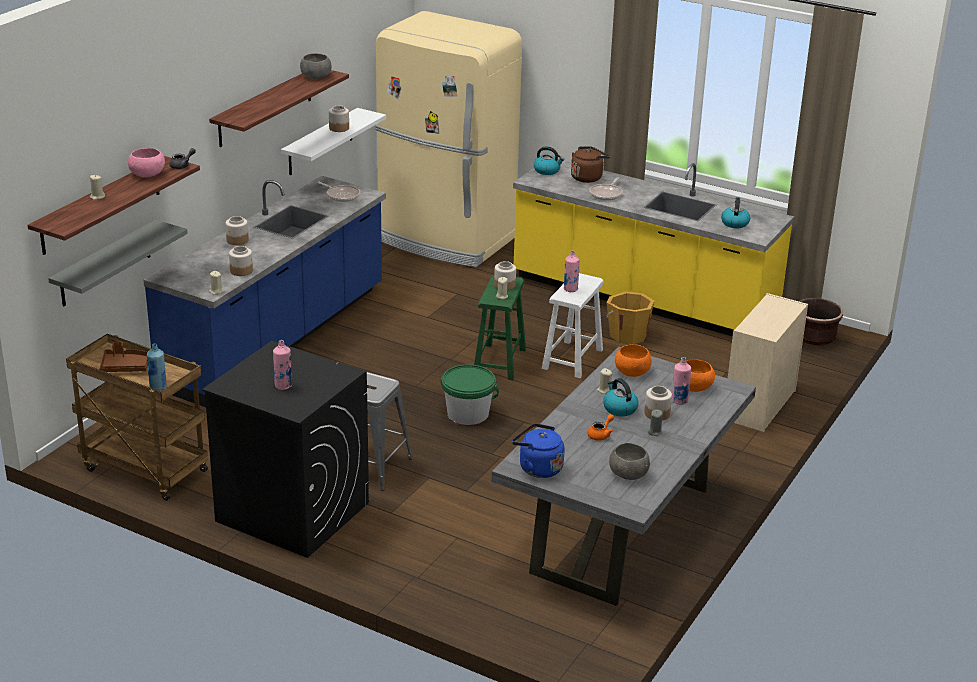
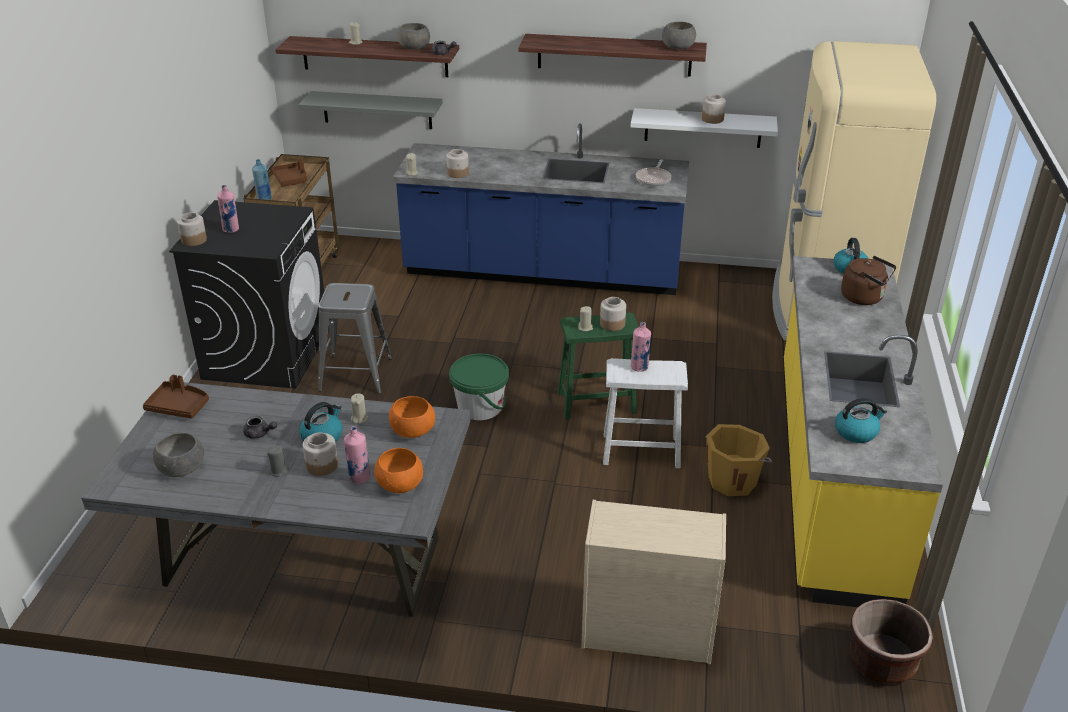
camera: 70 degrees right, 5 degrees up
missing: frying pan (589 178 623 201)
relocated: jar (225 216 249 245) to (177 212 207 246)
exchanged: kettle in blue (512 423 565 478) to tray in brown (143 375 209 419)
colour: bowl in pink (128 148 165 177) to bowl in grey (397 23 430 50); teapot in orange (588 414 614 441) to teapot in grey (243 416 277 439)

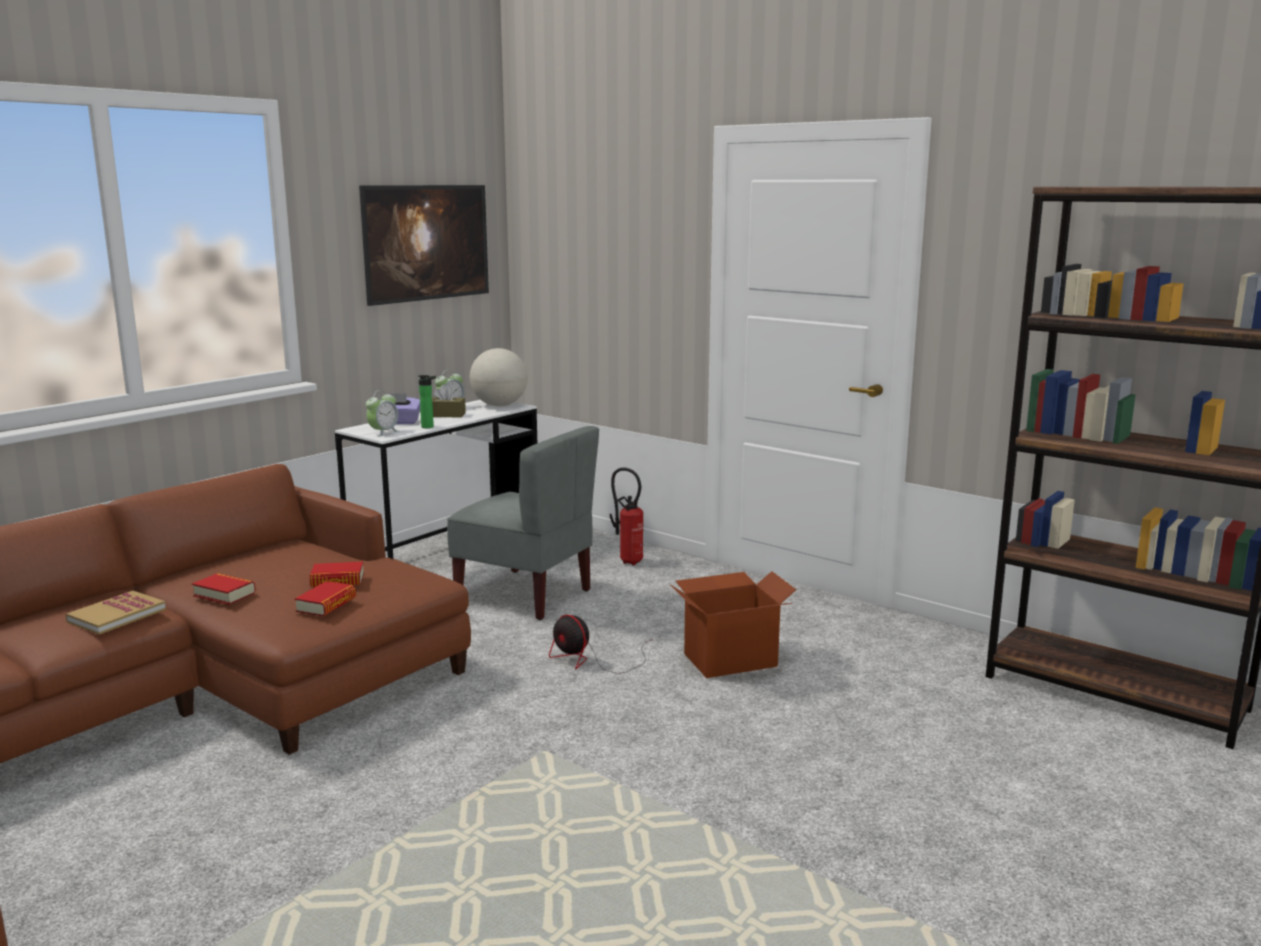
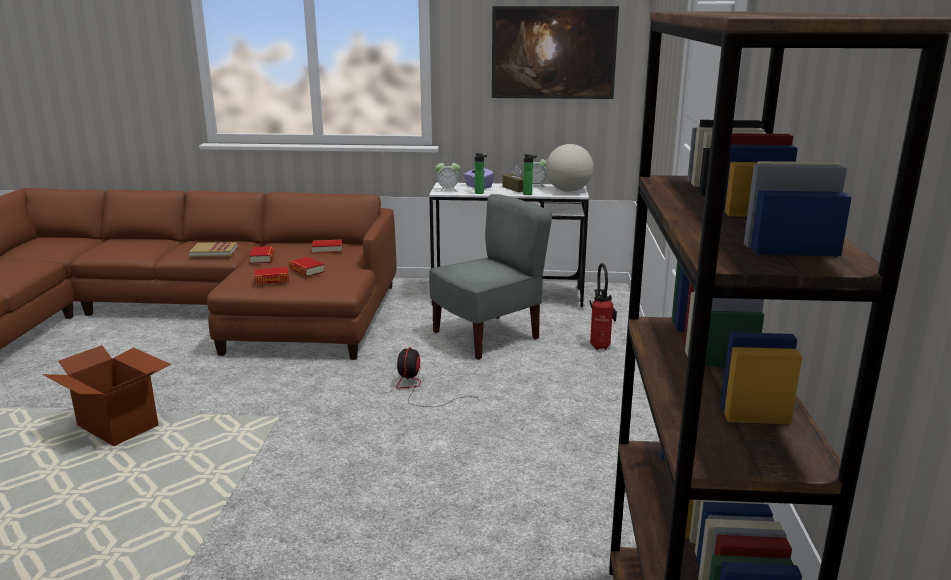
camera: 55 degrees right, 5 degrees up
appeared: bottle (523 154 537 195); book (312 240 342 254)
relocated: cardboard box (670 571 796 678) to (43 345 171 446)
spun: chair in grey (447 426 599 620) = (429 194 553 360) 120 degrees counterclockwise

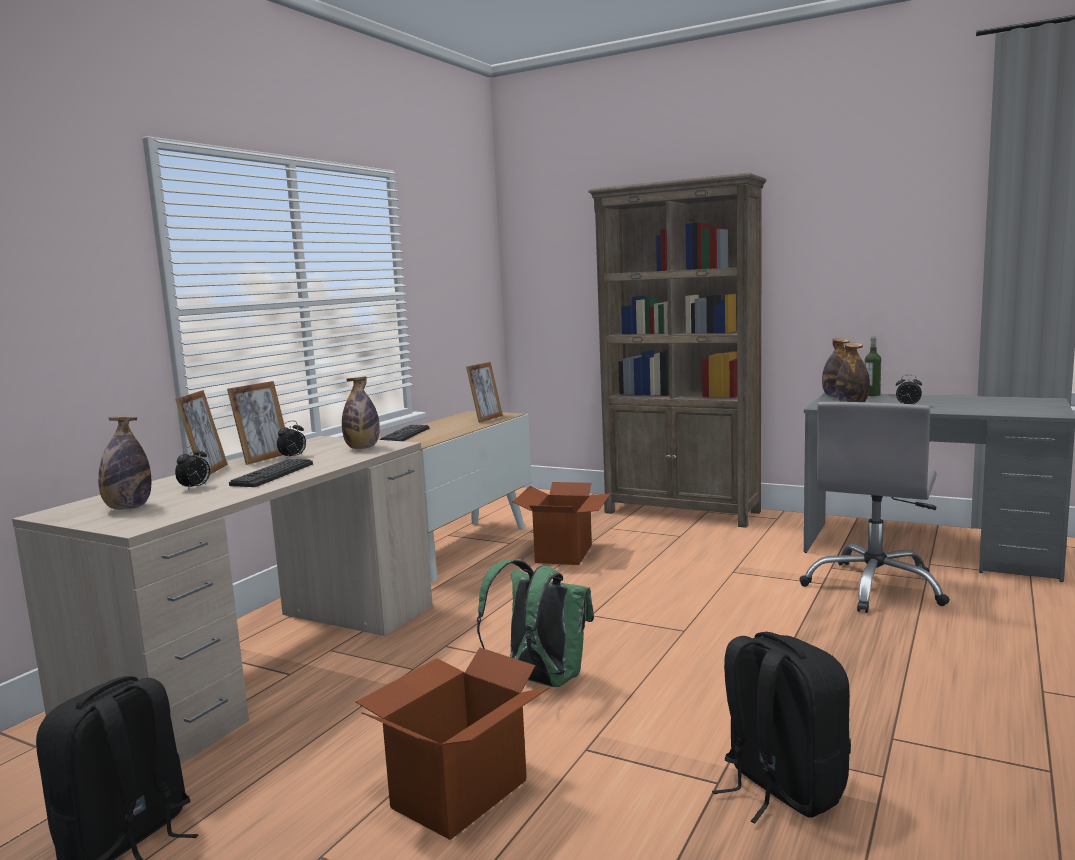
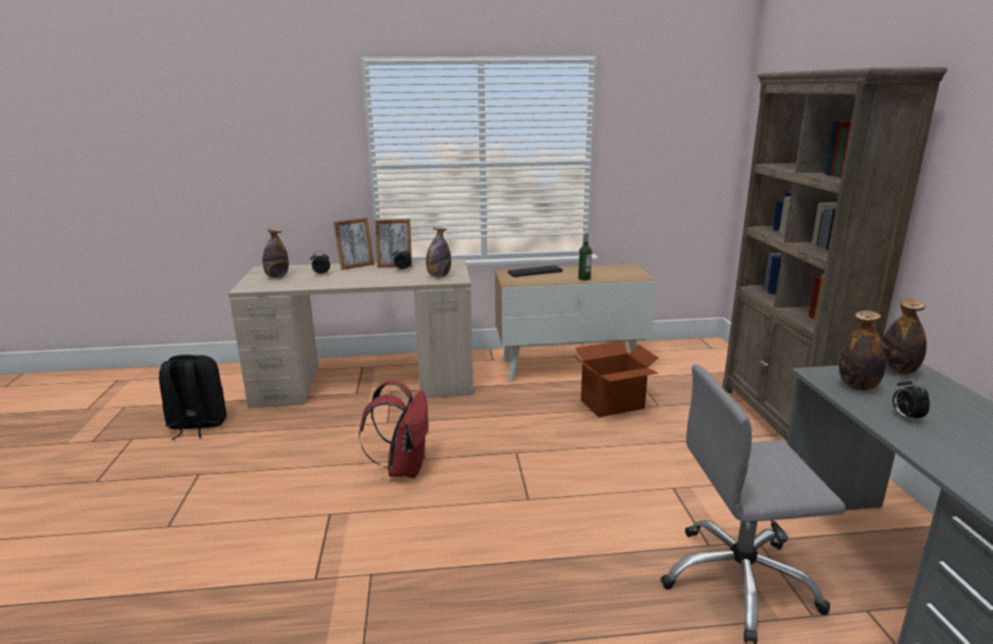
camera: 55 degrees right, 10 degrees up
missing: picture frame (466 362 503 423); keyboard (229 459 313 487); backpack in black (712 632 851 823); cardboard box (356 648 550 840)
relocated: bottle (865 336 881 396) to (578 233 592 281)
colour: backpack in green (477 559 594 687) to backpack in red (359 381 430 478)

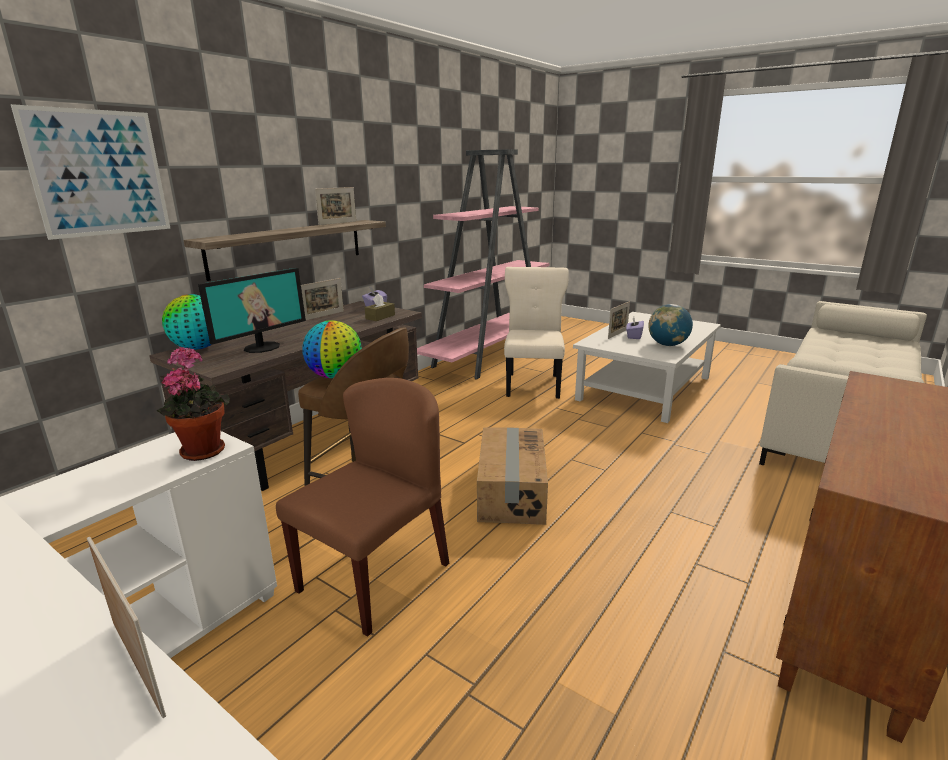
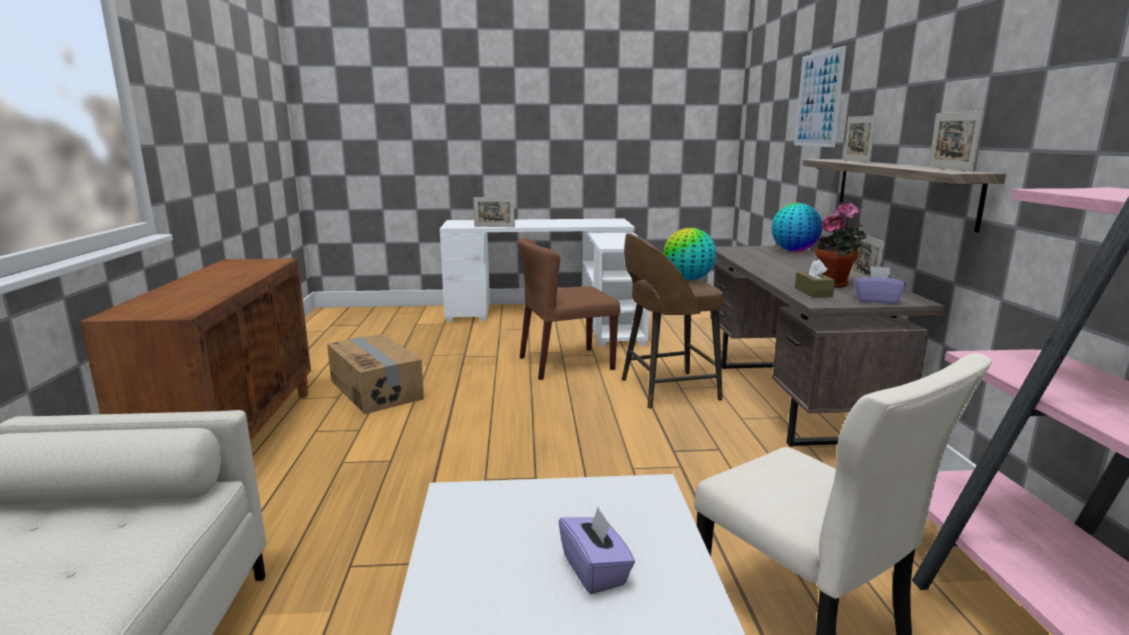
camera: 140 degrees right, 5 degrees down
missing: monitor (198 268 306 353); globe (648 304 693 346)
relocated: picture frame (608 301 630 339) to (843 115 876 163); potted plant (156 347 230 461) to (815 202 868 288); cardboard box (477 427 548 525) to (327 334 424 414)
spun: chair in brown (276 378 449 637) = (517 238 620 380) 75 degrees clockwise

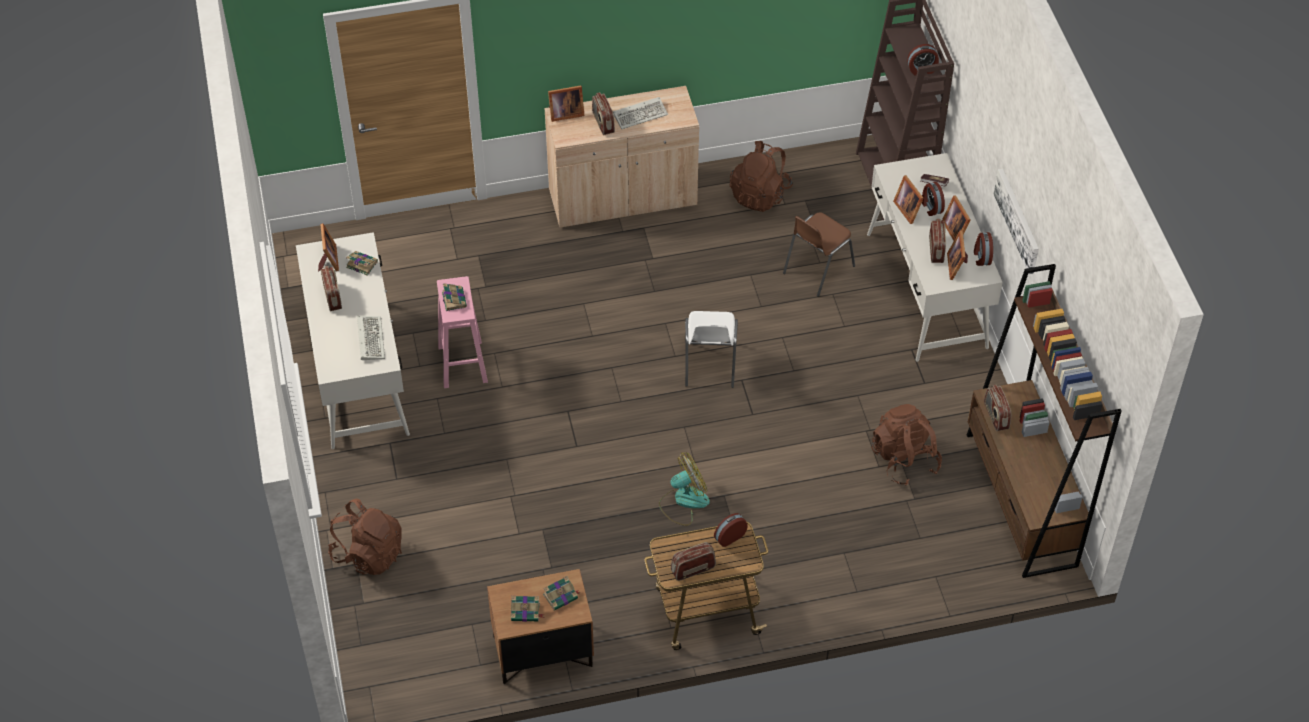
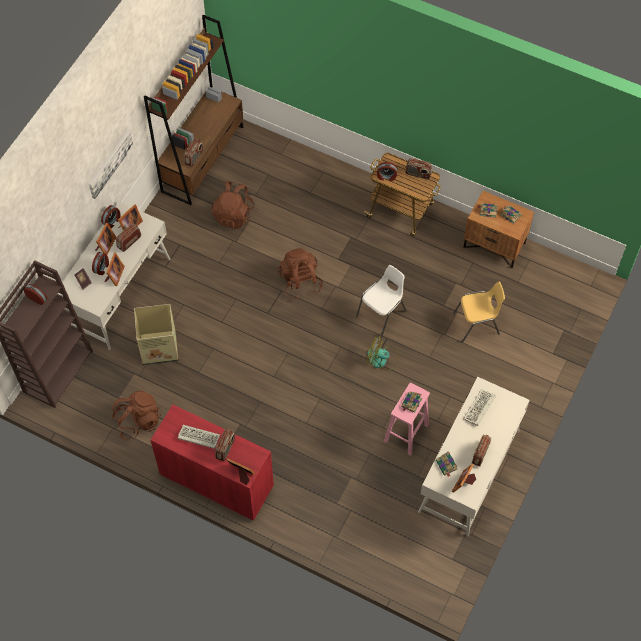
camera: 140 degrees left, 10 degrees up
appeared: chair in yellow (453 281 505 343)
relocated: chair in white (685 311 738 388) to (356 265 406 337); fan (659 452 710 526) to (366 337 398 370); backpack in brown (328 499 402 575) to (278 248 323 300)
exchanged: chair in brown (783 212 855 297) to cardboard box (134 304 178 365)
colour: cabinet in beige (544 86 699 228) to cabinet in red (150 405 274 521)

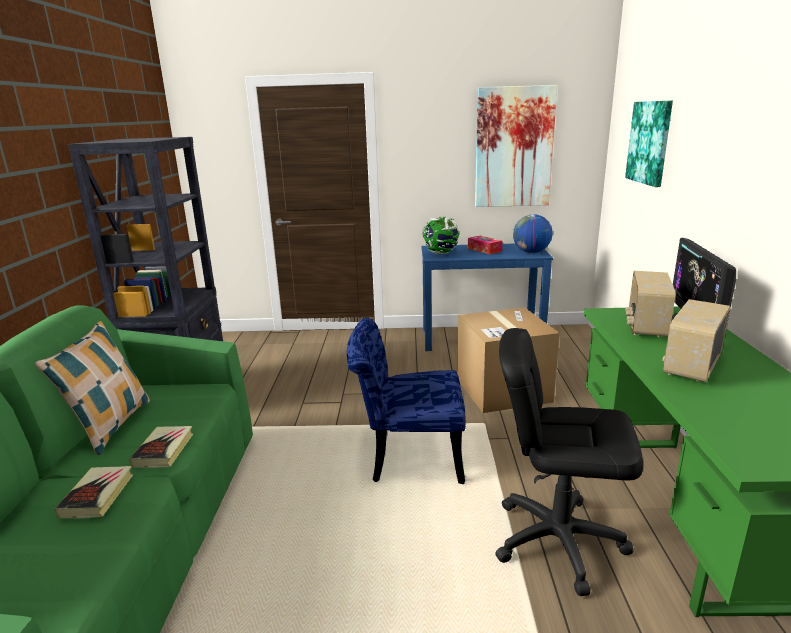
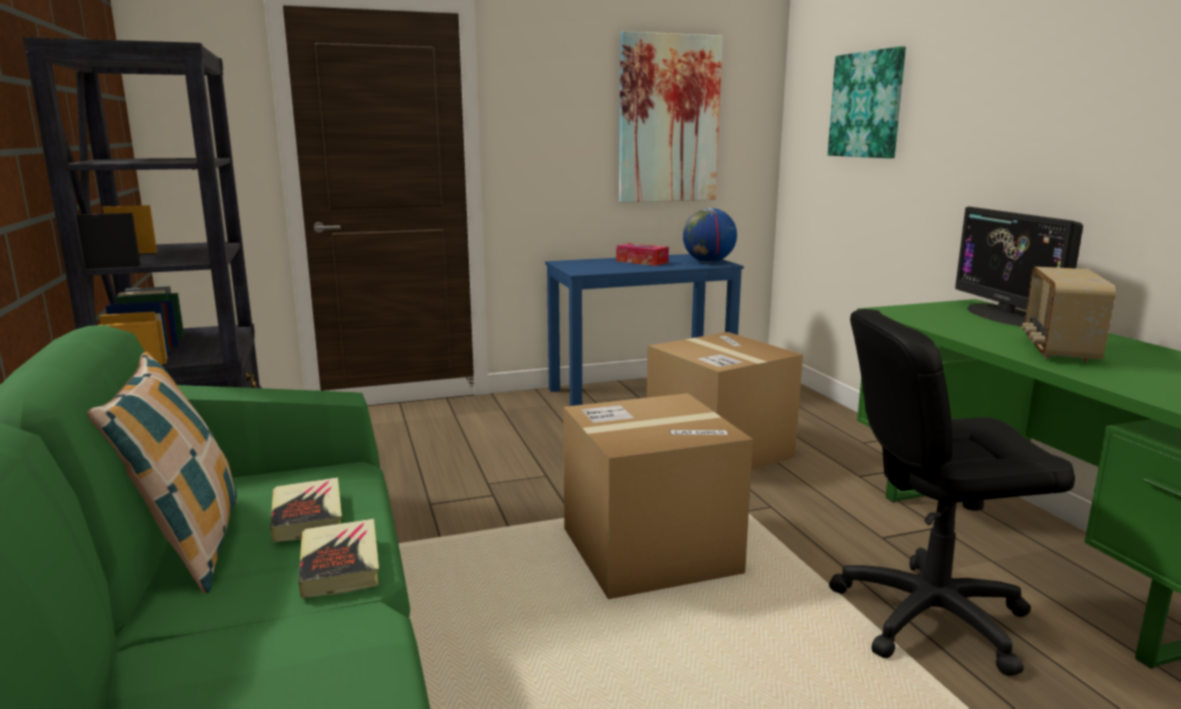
camera: 20 degrees left, 5 degrees down
missing: globe (422 216 459 254); radio (625 271 675 337)
relocated: book (55 466 133 519) to (270 477 342 542)
exchanged: chair in blue (347 318 466 484) to cardboard box (563 393 753 599)

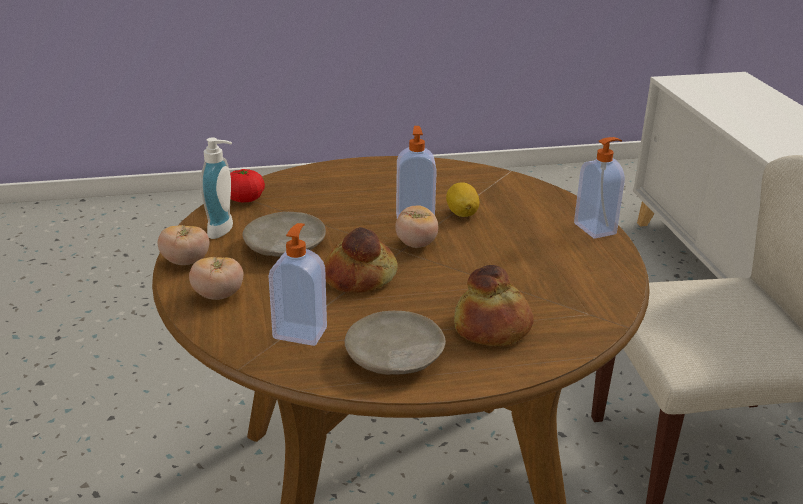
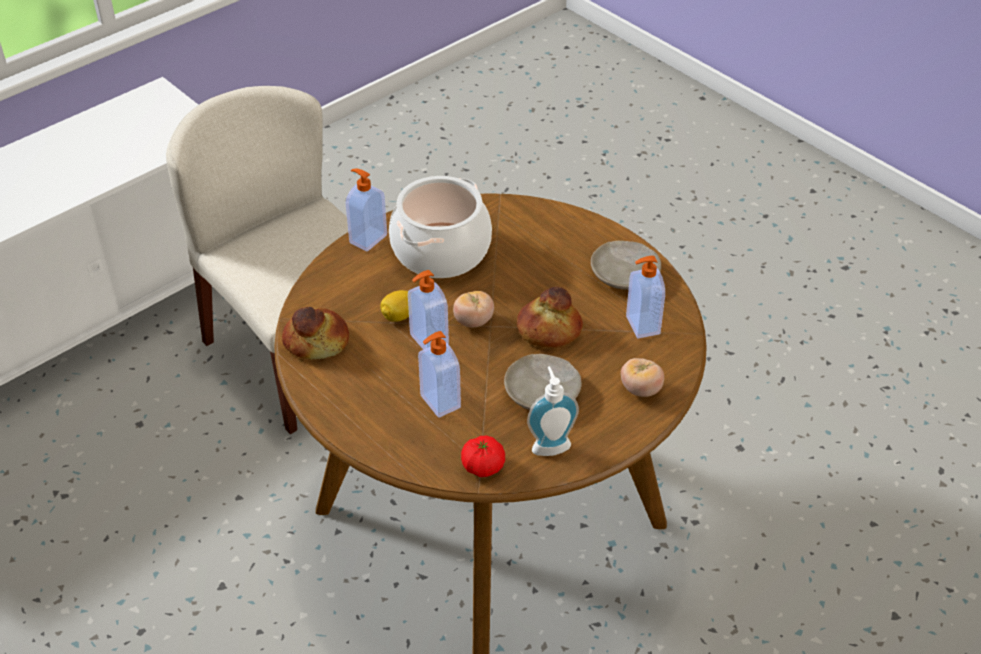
camera: 120 degrees left, 15 degrees up
missing: tomato (158 224 209 265)
appeared: cooking pot (389 176 492 278); soap dispenser (418 331 461 418)
relocated: bread (454 265 533 346) to (282 307 349 360)

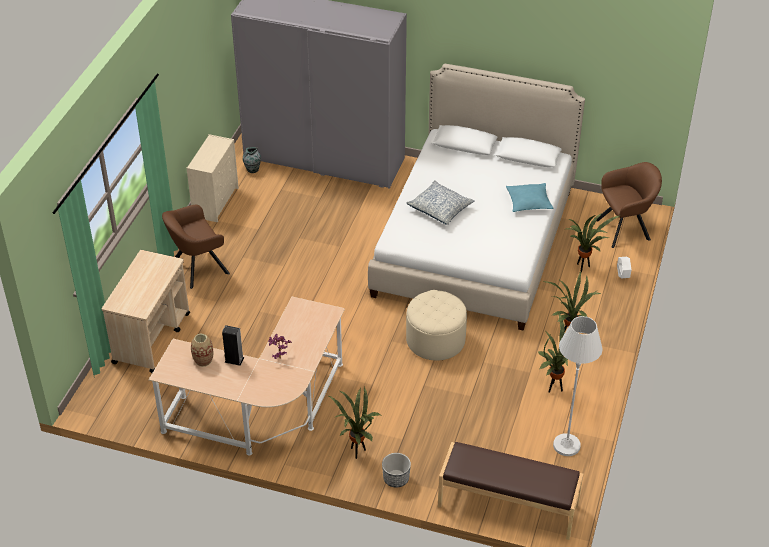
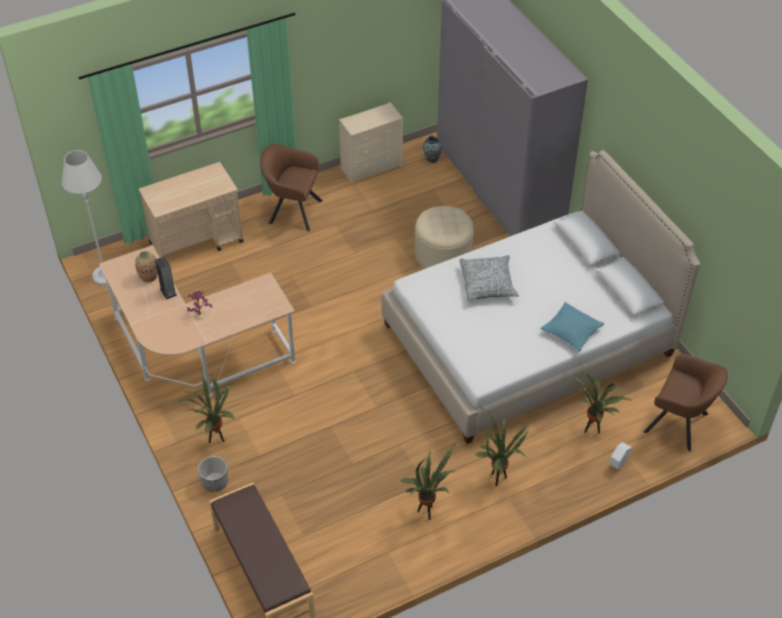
camera: 45 degrees right, 5 degrees up
relocated: ottoman in beige (406 290 467 361) to (415 206 474 269); floor lamp in white (553 316 603 456) to (61 150 107 285)

